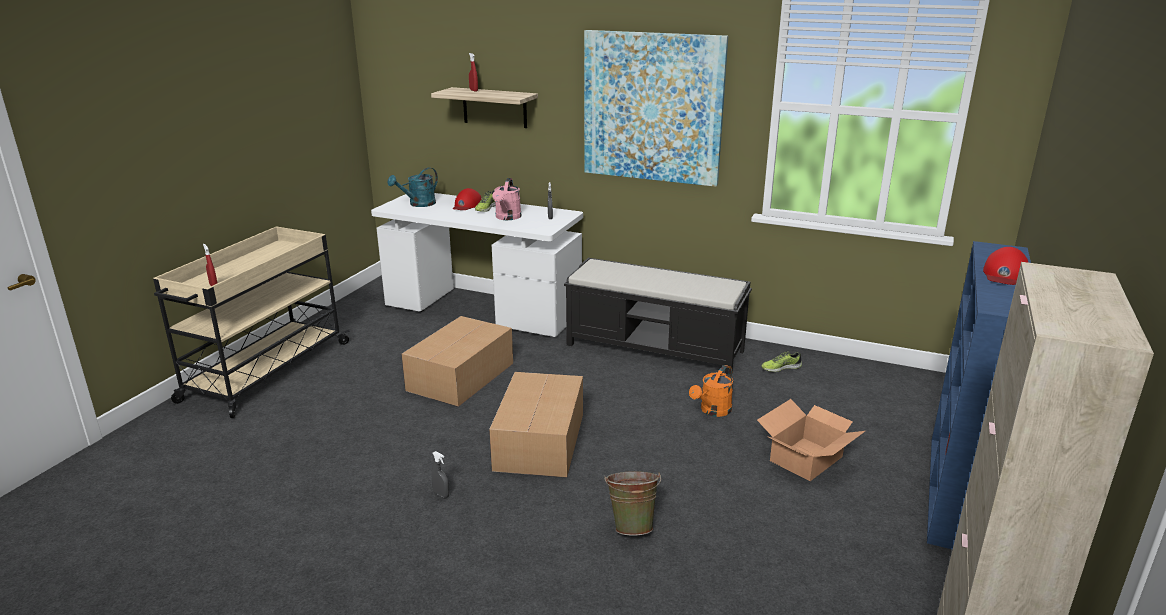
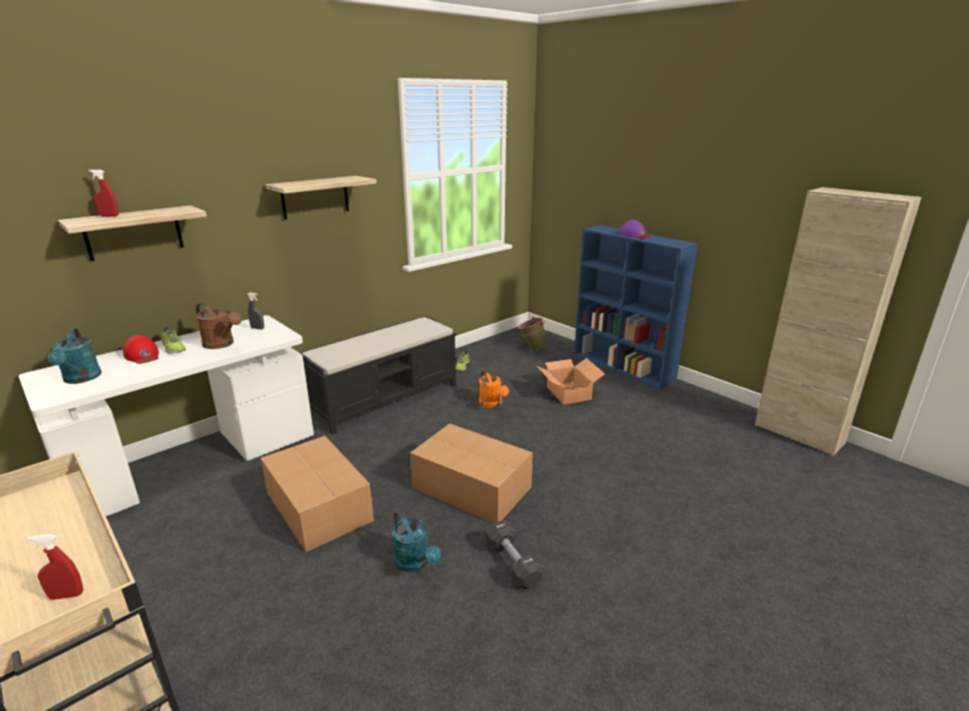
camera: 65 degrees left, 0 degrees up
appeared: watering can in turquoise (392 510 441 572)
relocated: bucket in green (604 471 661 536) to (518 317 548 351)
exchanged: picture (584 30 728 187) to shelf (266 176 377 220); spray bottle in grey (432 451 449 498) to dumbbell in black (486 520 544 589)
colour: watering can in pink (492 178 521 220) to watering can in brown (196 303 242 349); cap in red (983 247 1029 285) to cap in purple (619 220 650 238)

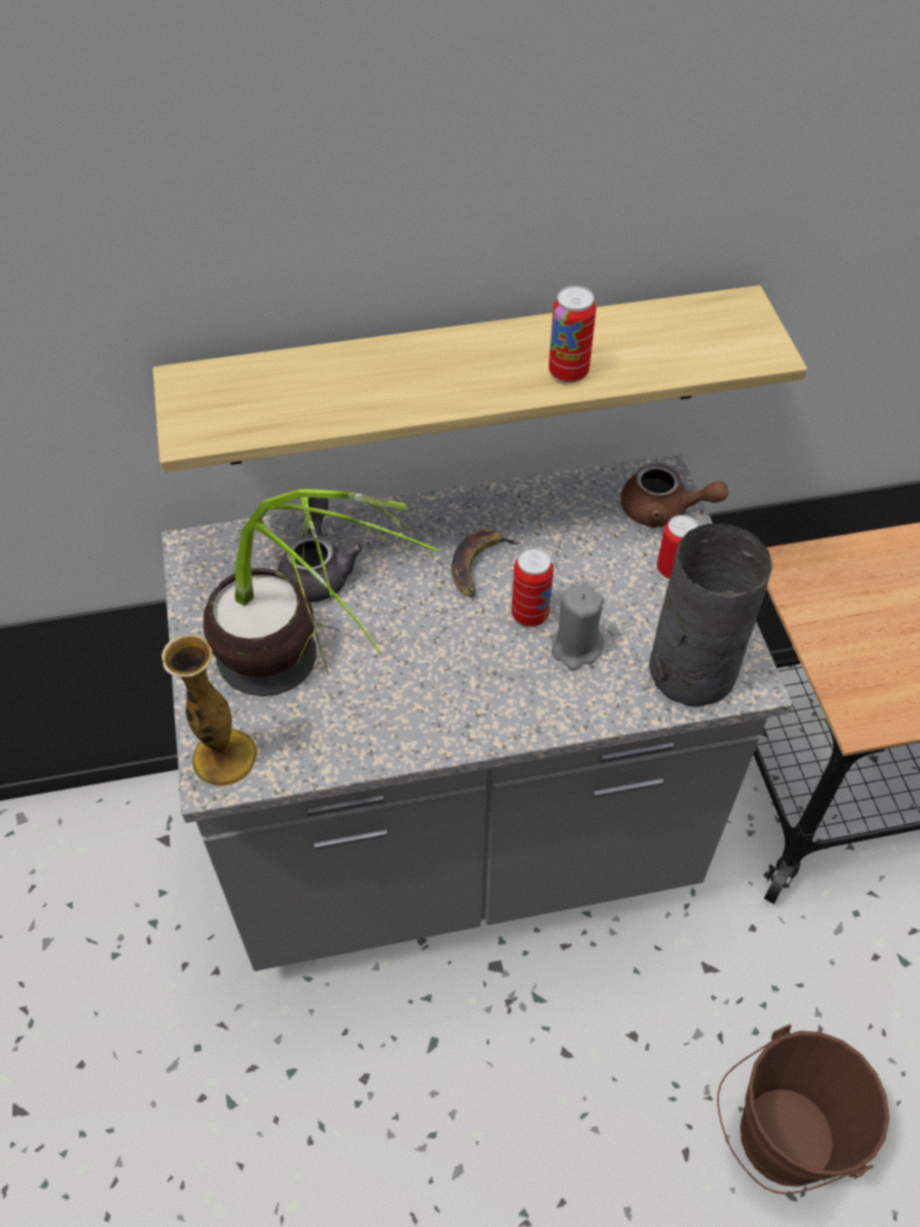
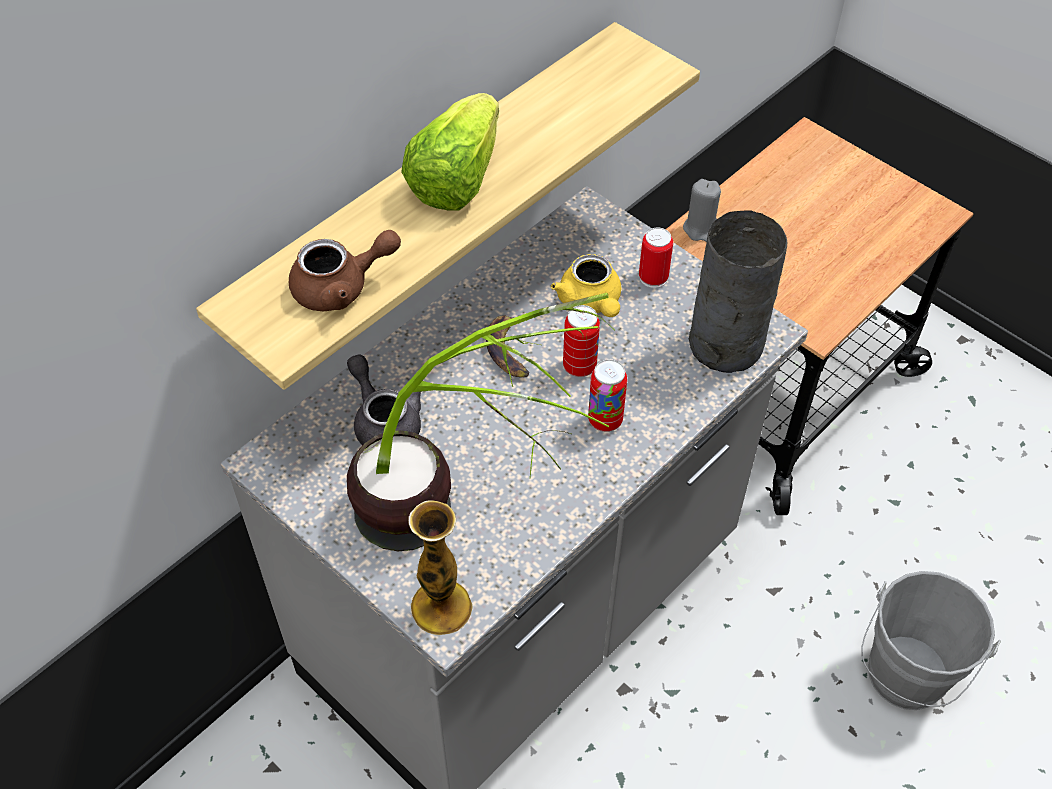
camera: 35 degrees left, 0 degrees up
appeared: lettuce (401 93 499 210); teapot in yellow (551 254 621 317)
relocated: can (549 286 596 383) to (588 359 627 432); teapot in brown (621 463 729 528) to (289 230 401 311); candle in grey (552 584 604 670) to (683 179 721 242)
colour: bucket in brown (717 1024 890 1194) to bucket in grey (861 571 1001 710)

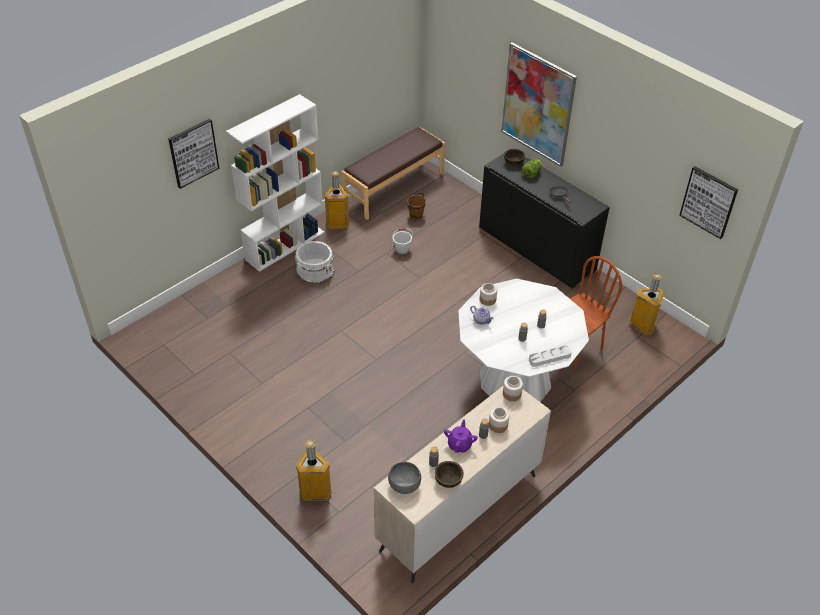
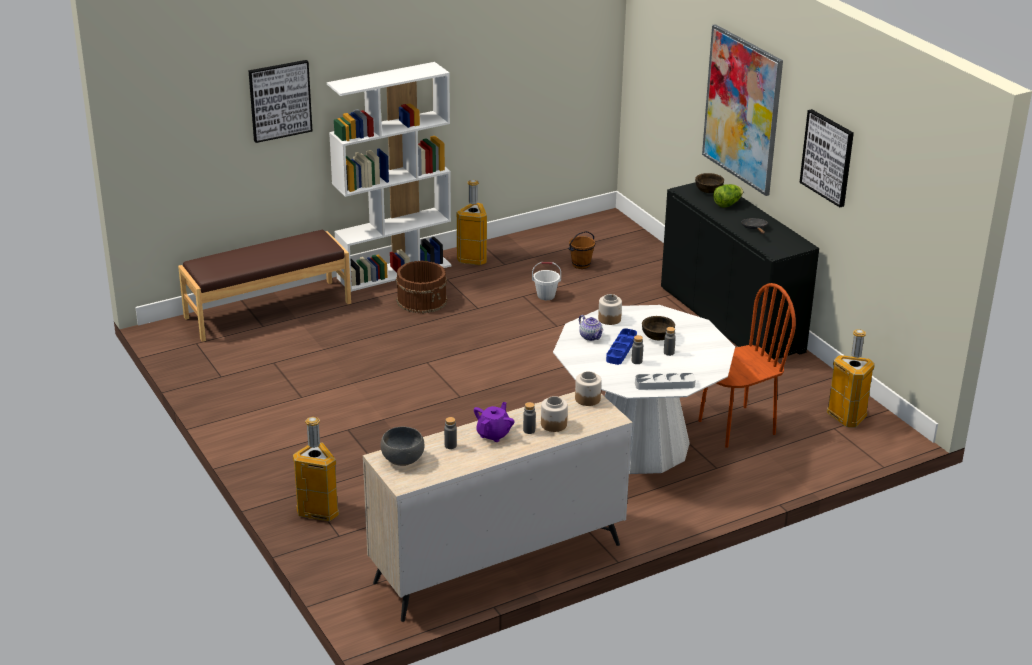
camera: 15 degrees right, 15 degrees down
appeared: tray in blue (606 328 637 365)
relocated: bench in brown (341 127 445 220) to (178 230 351 342); picture (679 166 738 239) to (799 109 854 207); bowl in brown (434 461 464 488) to (642 316 675 340)
colour: bucket in white (295 241 334 284) to bucket in brown (396 260 448 314)

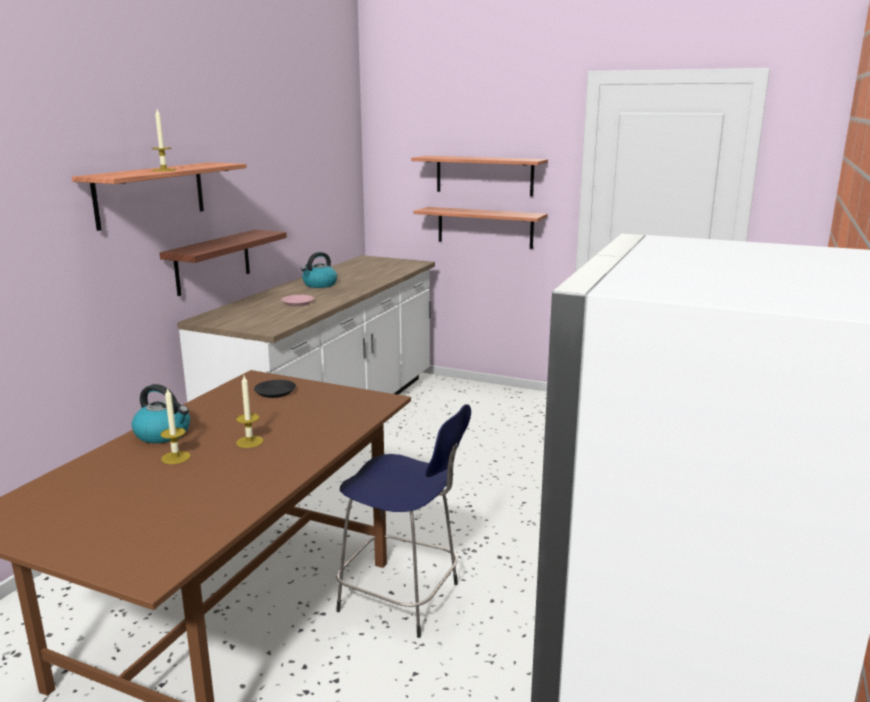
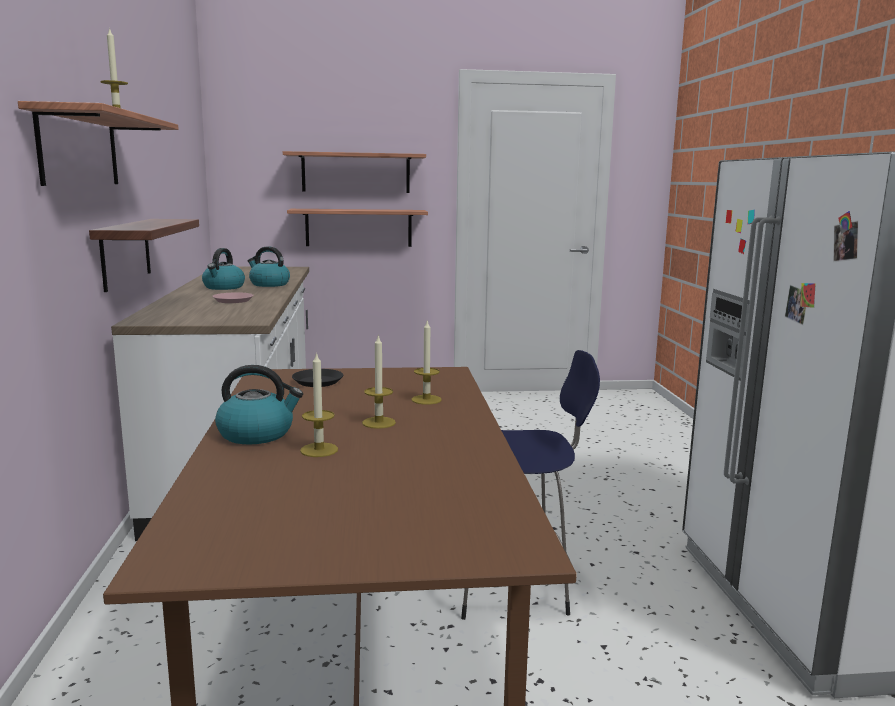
camera: 30 degrees left, 5 degrees down
appeared: kettle (248 246 290 287); candle (412 319 442 405)

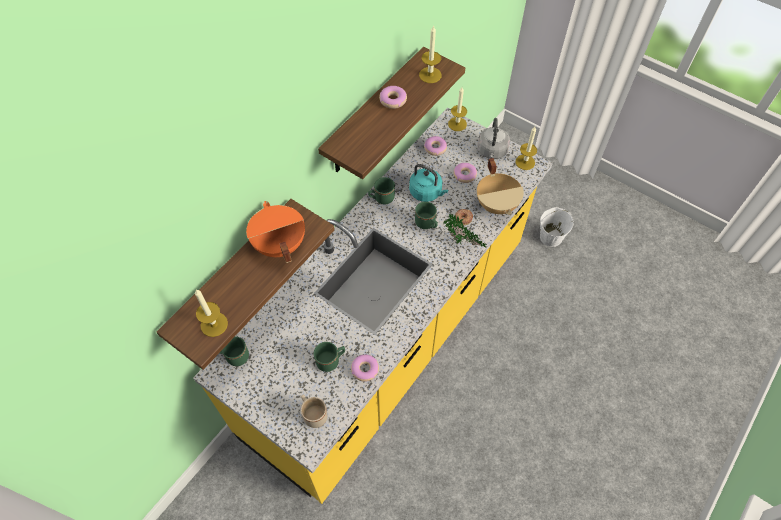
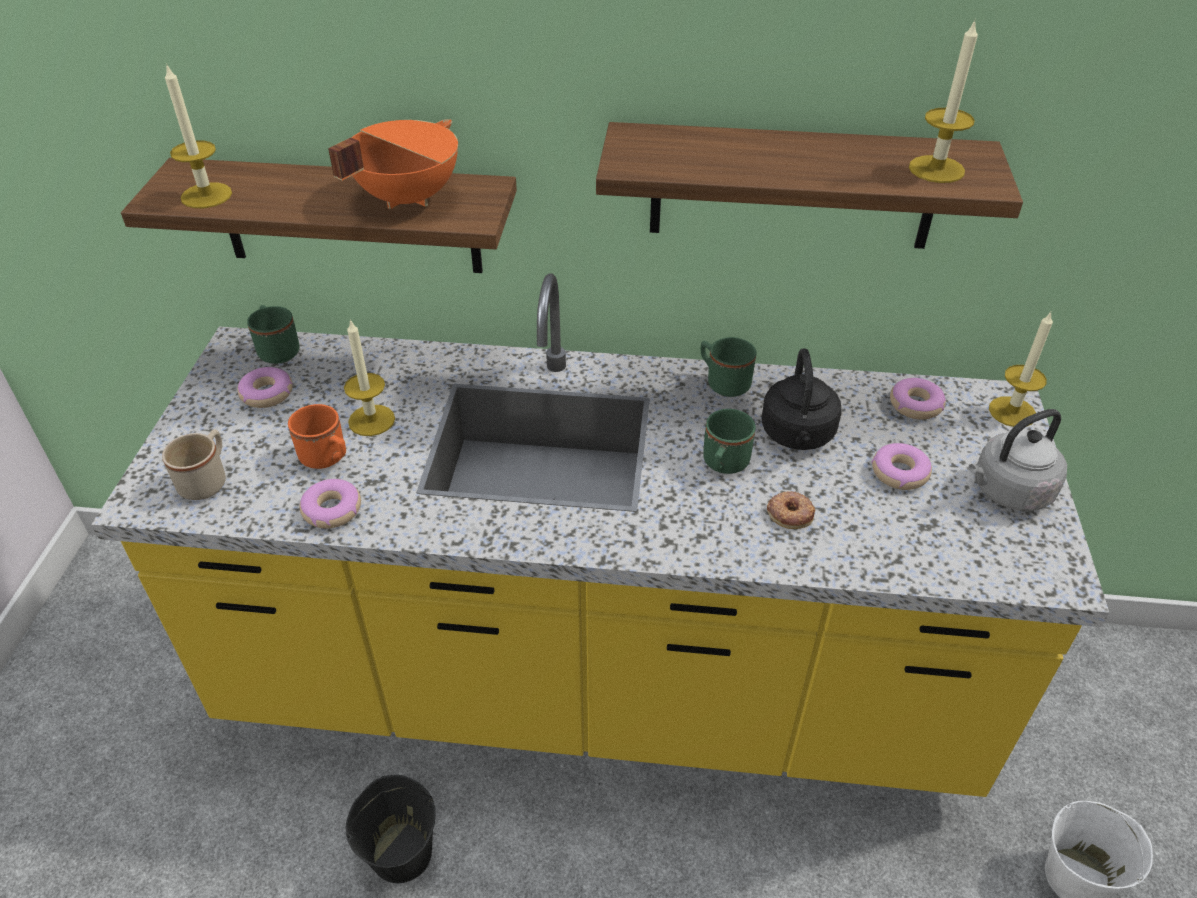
camera: 60 degrees right, 15 degrees down
missing: cooking pot in beige (477 158 524 215); potted plant (444 214 487 247)
appeared: bucket in black (346 775 436 883)
relocated: donut (379 86 407 109) to (237 367 293 408); candle (515 126 537 170) to (344 319 395 436)
colour: kettle in turquoise (409 164 448 202) to kettle in black (761 348 841 450); mug in green (314 342 345 372) to mug in orange (288 404 346 469)

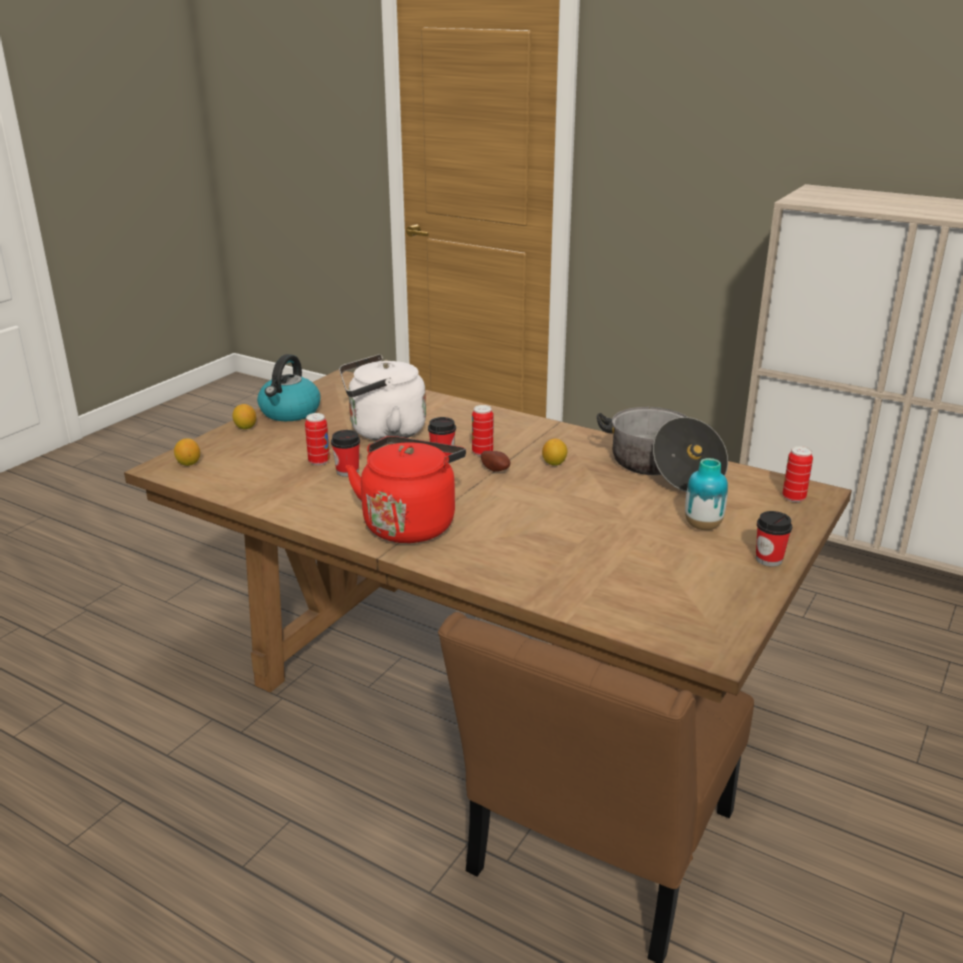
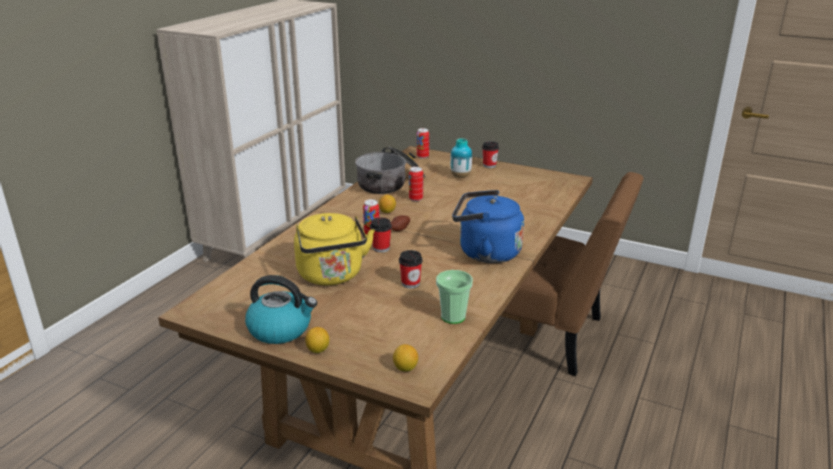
camera: 95 degrees left, 0 degrees up
appeared: cup (436 270 473 324)
relocated: can (305 413 330 465) to (409 167 423 201)
colour: kettle in white (339 354 426 441) to kettle in yellow (294 213 375 285); kettle in red (346 436 466 543) to kettle in blue (452 190 524 263)

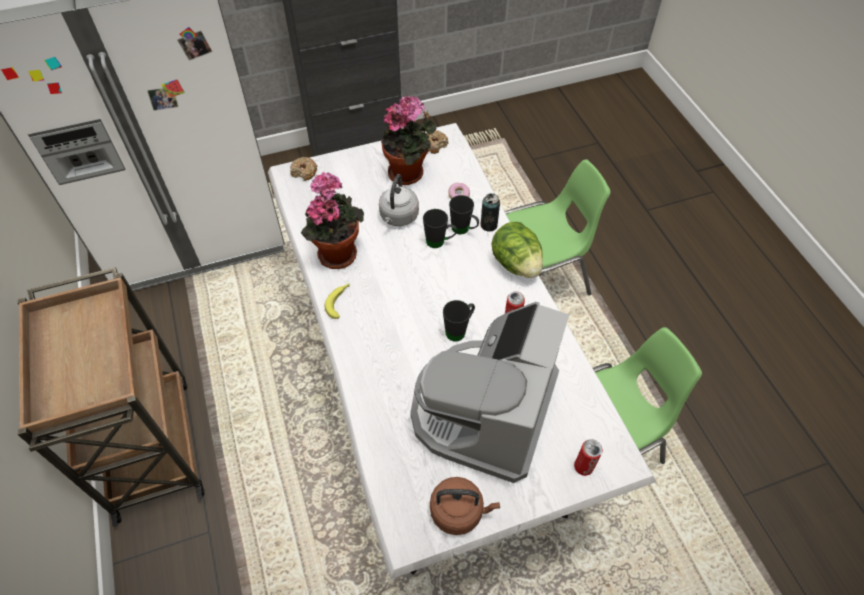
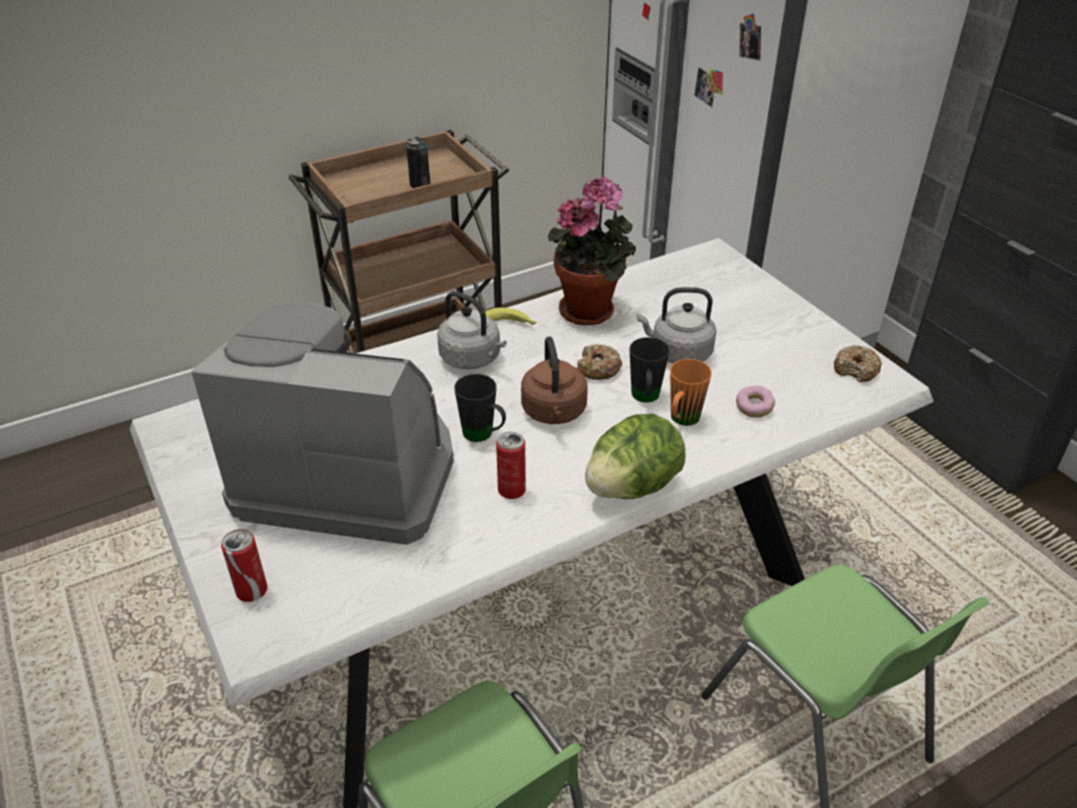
camera: 80 degrees right, 15 degrees down
missing: potted plant (381 96 437 185)
appeared: kettle in grey (437 291 507 370)
relocated: donut (290 157 318 181) to (577 344 622 380); can (481 193 500 232) to (406 137 430 188); kettle in brown (430 477 500 535) to (521 336 588 424)
colour: mug in black (449 195 479 234) to mug in orange (670 359 712 426)

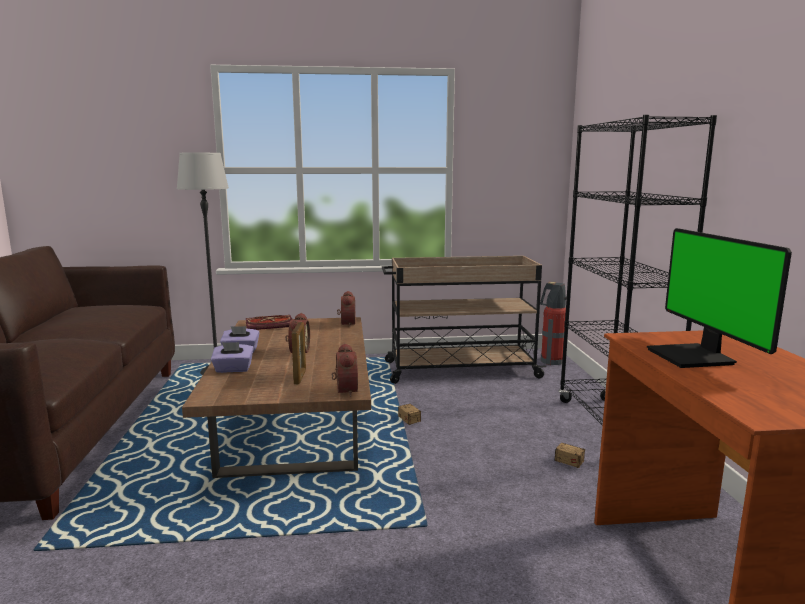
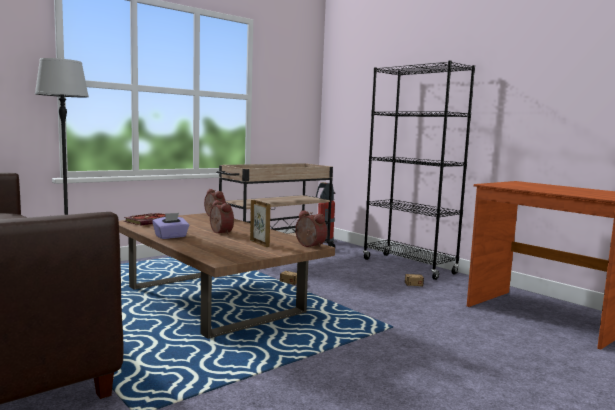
camera: 35 degrees left, 5 degrees down
missing: monitor (647 228 792 368); tissue box in purple (211 342 254 373)

